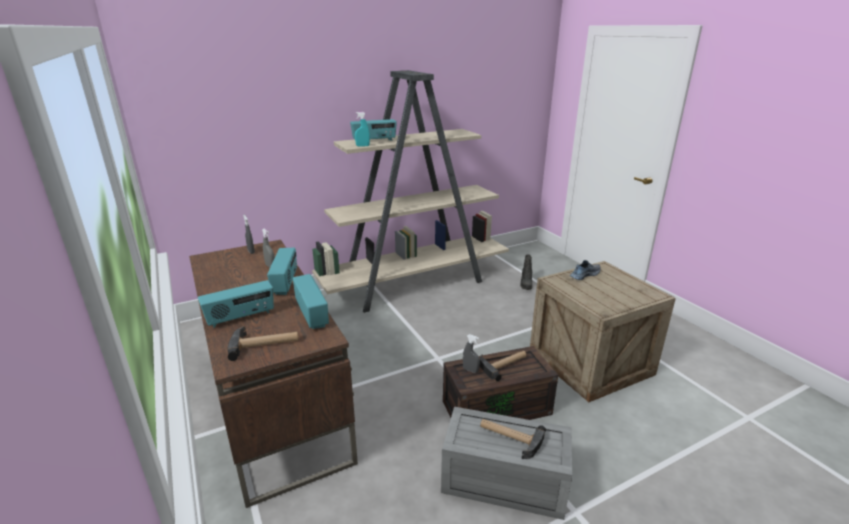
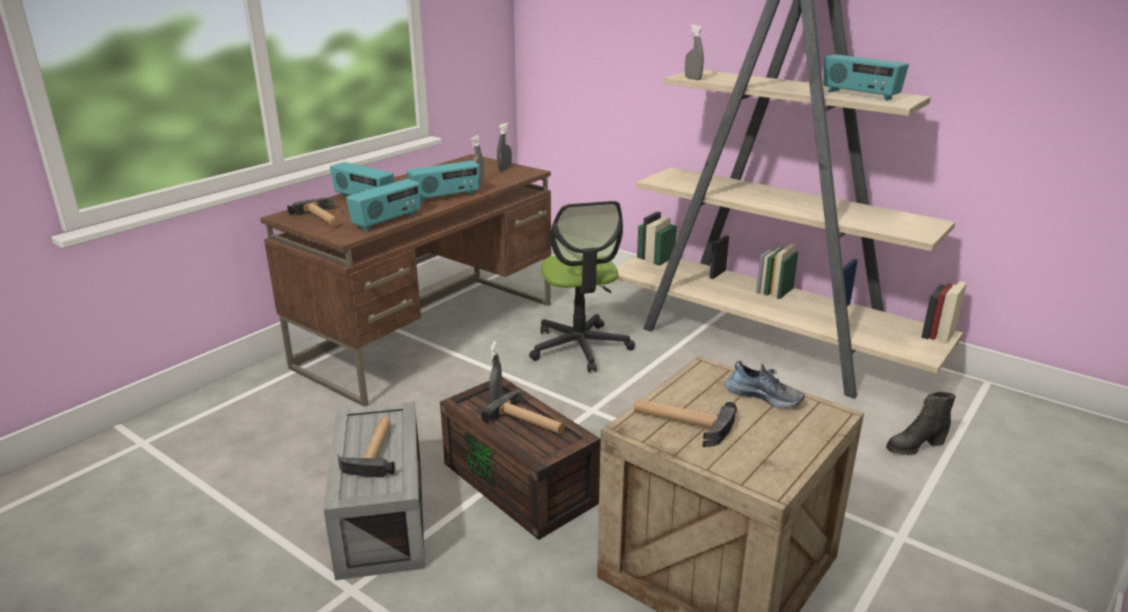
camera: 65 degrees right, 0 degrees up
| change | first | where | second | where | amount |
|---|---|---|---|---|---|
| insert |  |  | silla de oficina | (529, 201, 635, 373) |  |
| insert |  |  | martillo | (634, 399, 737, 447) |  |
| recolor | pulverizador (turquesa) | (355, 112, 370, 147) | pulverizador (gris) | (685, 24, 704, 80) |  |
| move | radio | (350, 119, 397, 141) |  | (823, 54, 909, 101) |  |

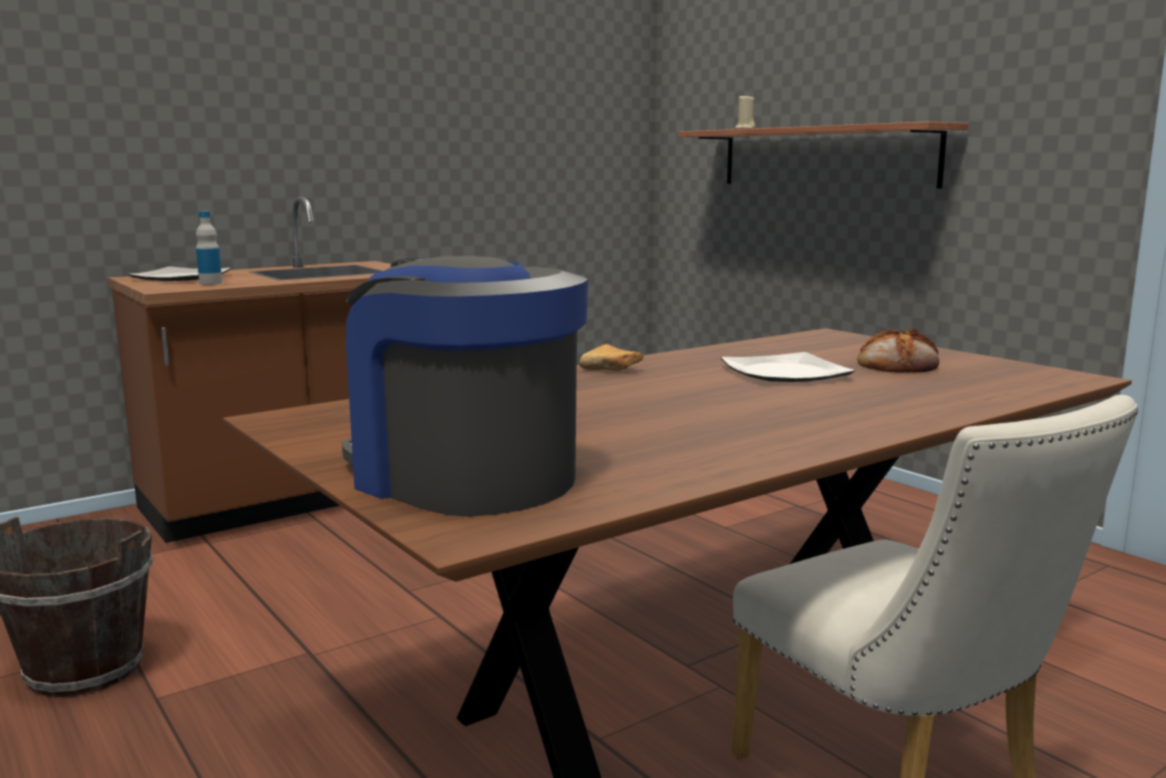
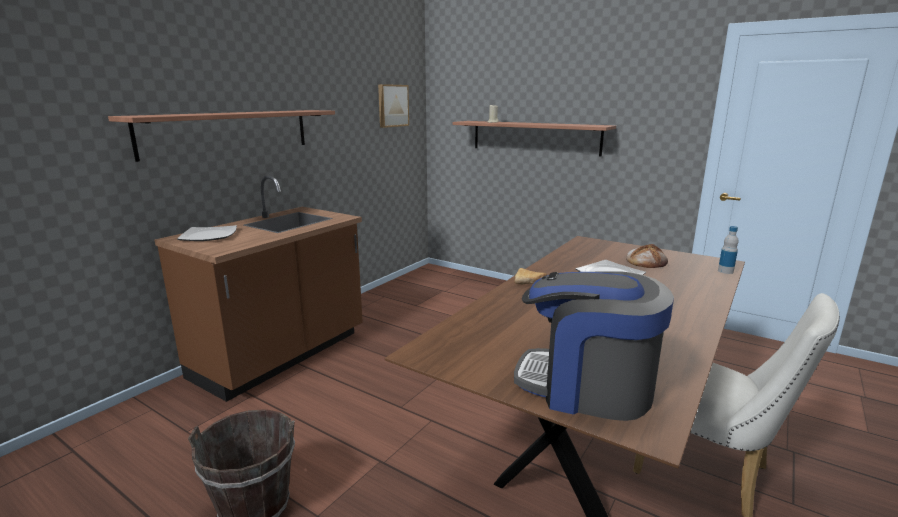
camera: 20 degrees left, 5 degrees up
| change | first | where | second | where | amount |
|---|---|---|---|---|---|
| insert |  |  | estante | (108, 110, 335, 162) |  |
| insert |  |  | cuadro | (378, 84, 409, 128) |  |
| move | botella | (196, 211, 222, 285) |  | (718, 226, 739, 274) |  |

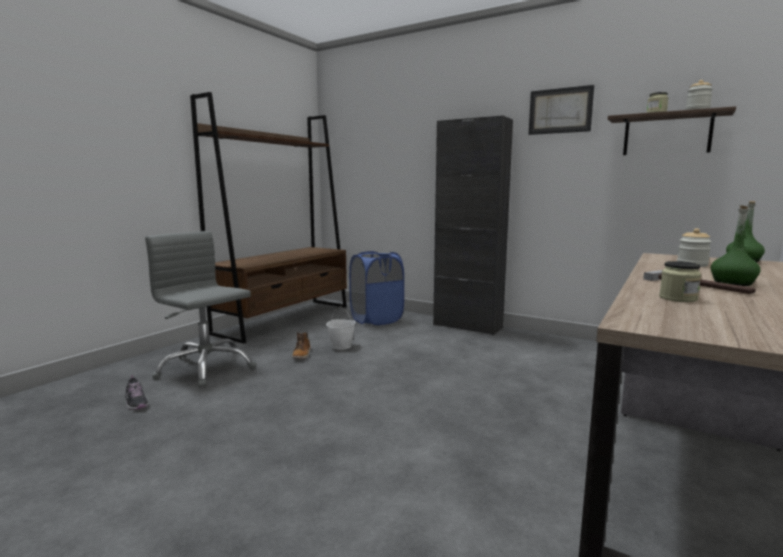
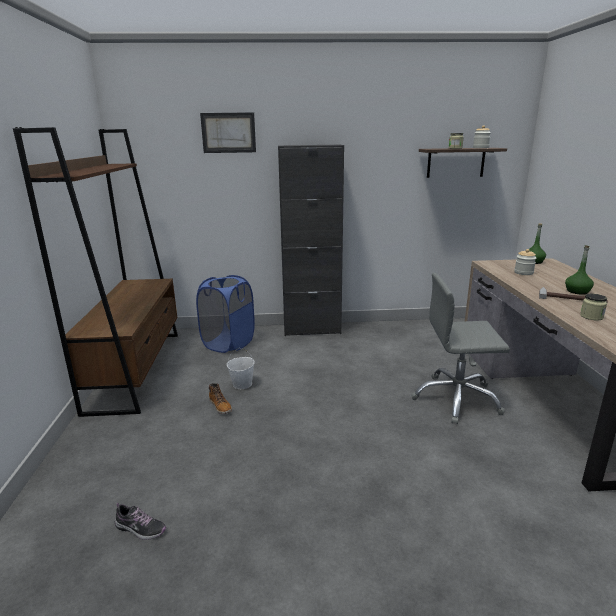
camera: 35 degrees left, 10 degrees up
| change | first | where | second | where | amount |
|---|---|---|---|---|---|
| move | cuadro | (528, 85, 594, 135) |  | (200, 112, 256, 153) |  |
| move | silla de oficina (gris) | (145, 231, 257, 388) |  | (411, 273, 510, 424) |  |

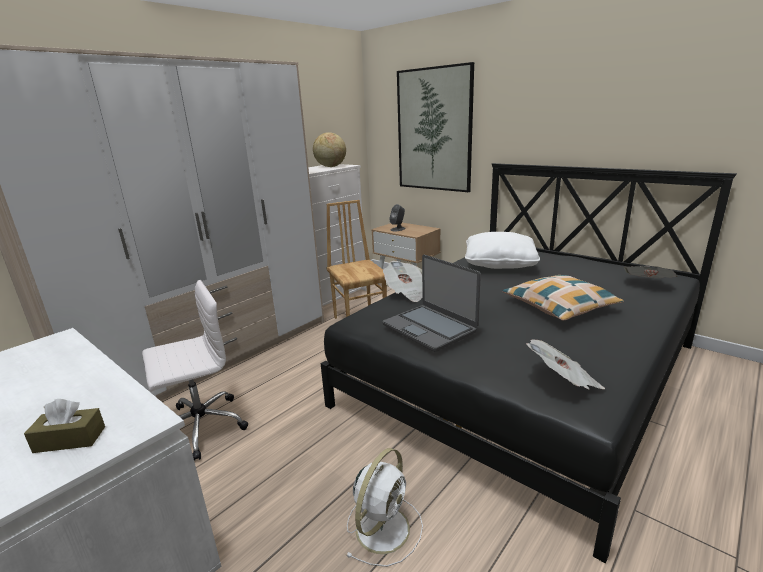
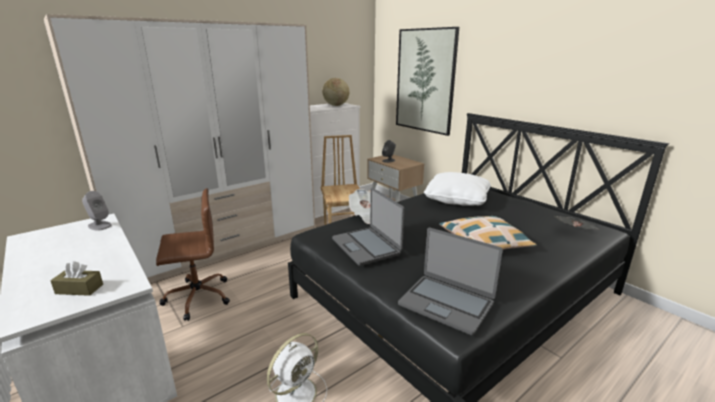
camera: 10 degrees right, 0 degrees up
| change | first | where | second | where | amount |
|---|---|---|---|---|---|
| insert |  |  | altavoz (gris) | (82, 191, 112, 231) |  |
| recolor | silla de oficina (blanco) | (142, 280, 248, 461) | silla de oficina (marrón) | (156, 188, 230, 321) |  |
| replace | periódico | (526, 340, 605, 389) | portátil | (398, 228, 503, 335) |  |

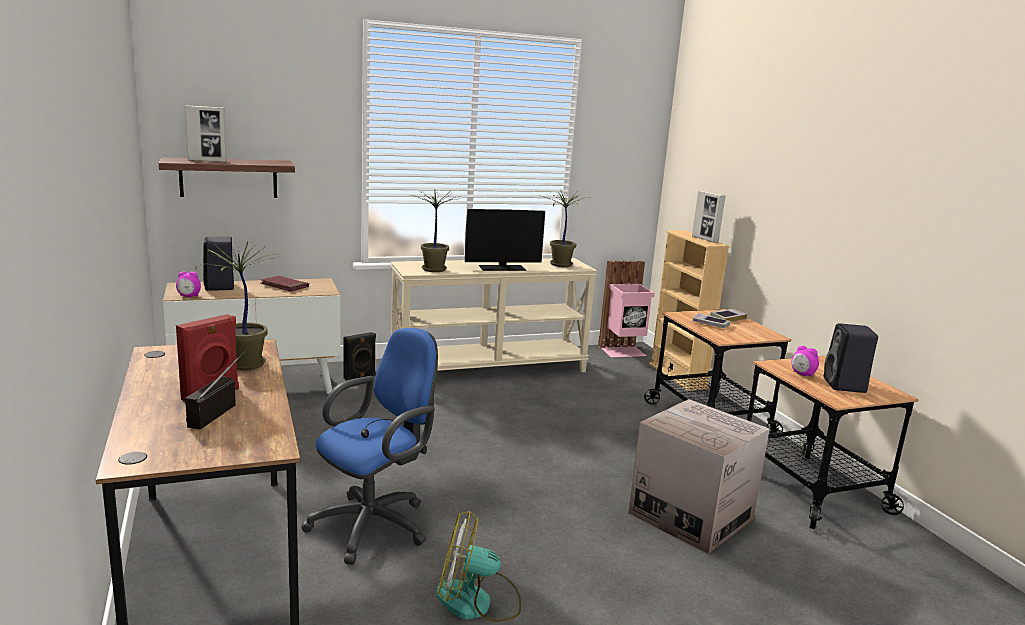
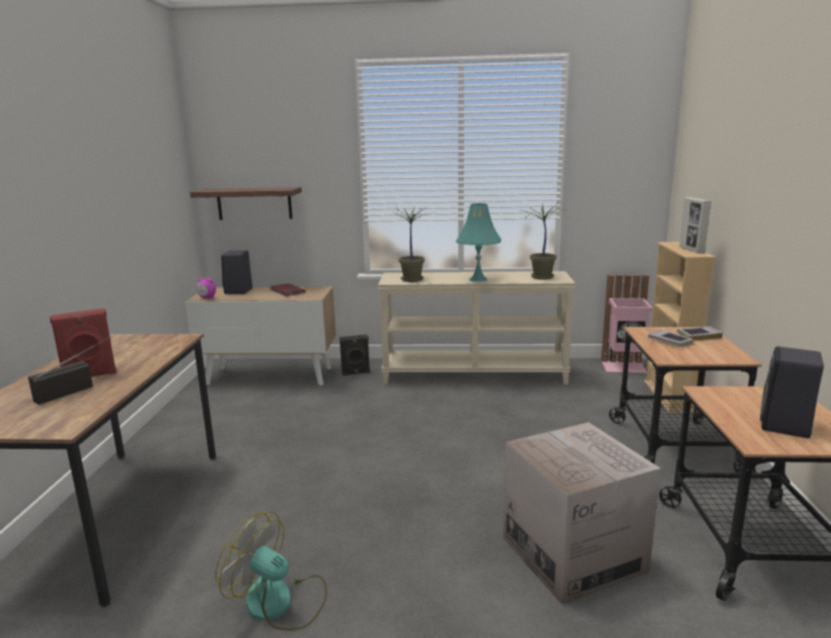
camera: 25 degrees right, 0 degrees up
| change | first | where | second | where | amount |
|---|---|---|---|---|---|
| replace | monitor | (465, 209, 545, 271) | lámpara de mesa (turquesa) | (456, 203, 501, 282) |  |
| delete | portarretratos | (185, 105, 227, 162) |  |  |  |
| delete | planta en maceta | (196, 242, 280, 370) |  |  |  |
| delete | silla de oficina (azul) | (301, 328, 438, 565) |  |  |  |
| delete | despertador | (791, 346, 819, 377) |  |  |  |

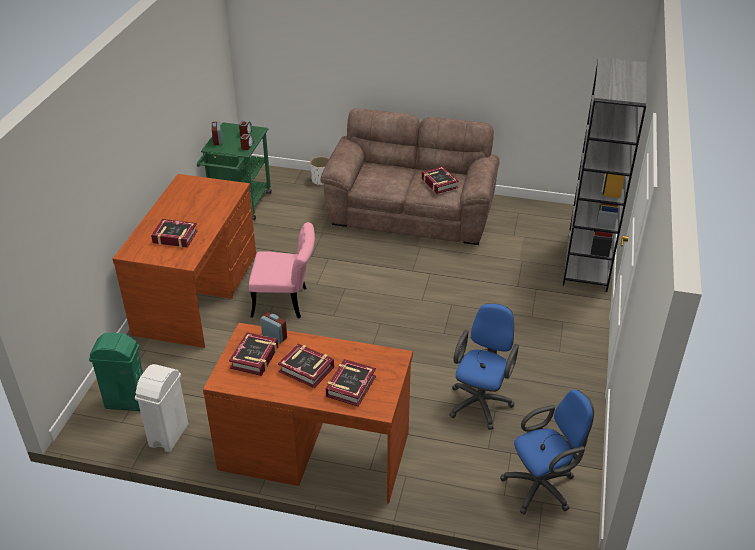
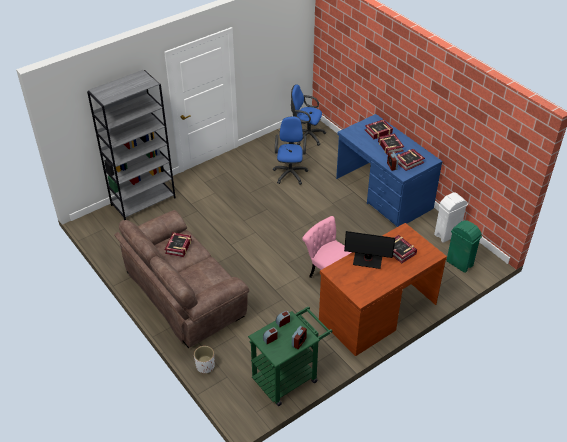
camera: 140 degrees left, 5 degrees up
| change | first | where | second | where | amount |
|---|---|---|---|---|---|
| rotate | silla de oficina (azul) | (449, 303, 519, 430) |  | (273, 116, 308, 185) | 120 degrees clockwise |
| recolor | escritorio (marrón) | (203, 323, 413, 504) | escritorio (azul) | (336, 114, 442, 227) |  |
| insert |  |  | monitor | (344, 231, 395, 269) |  |

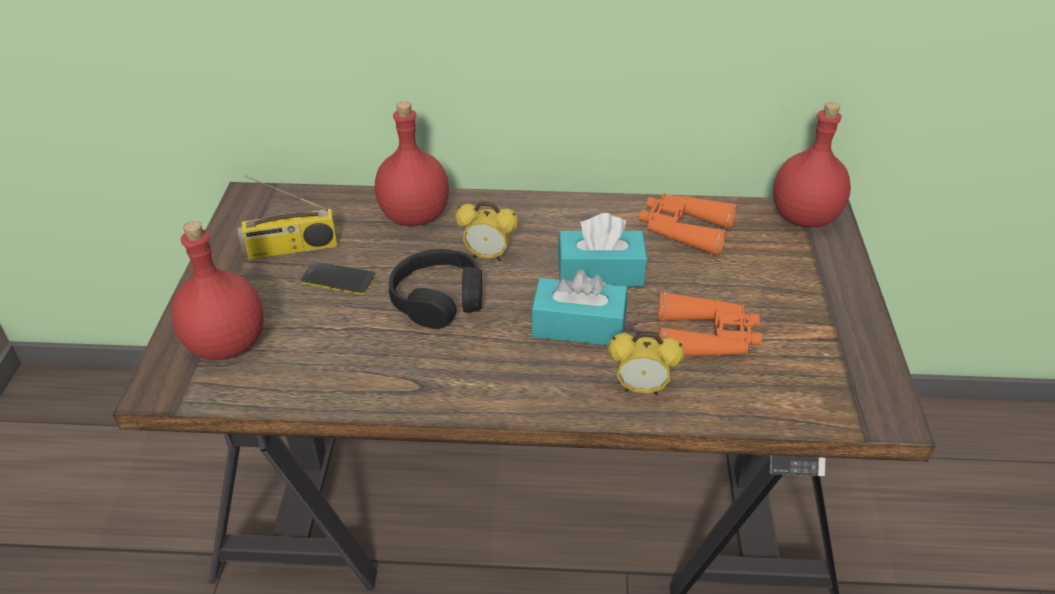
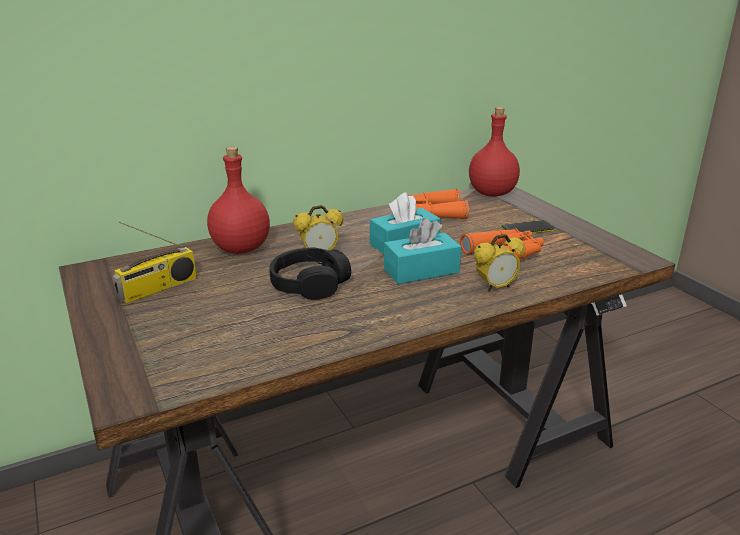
camera: 30 degrees left, 15 degrees down
| change | first | where | second | where | amount |
|---|---|---|---|---|---|
| move | móvil | (301, 261, 376, 295) |  | (502, 220, 555, 233) |  |
| delete | botella (rojo) | (172, 221, 264, 360) |  |  |  |

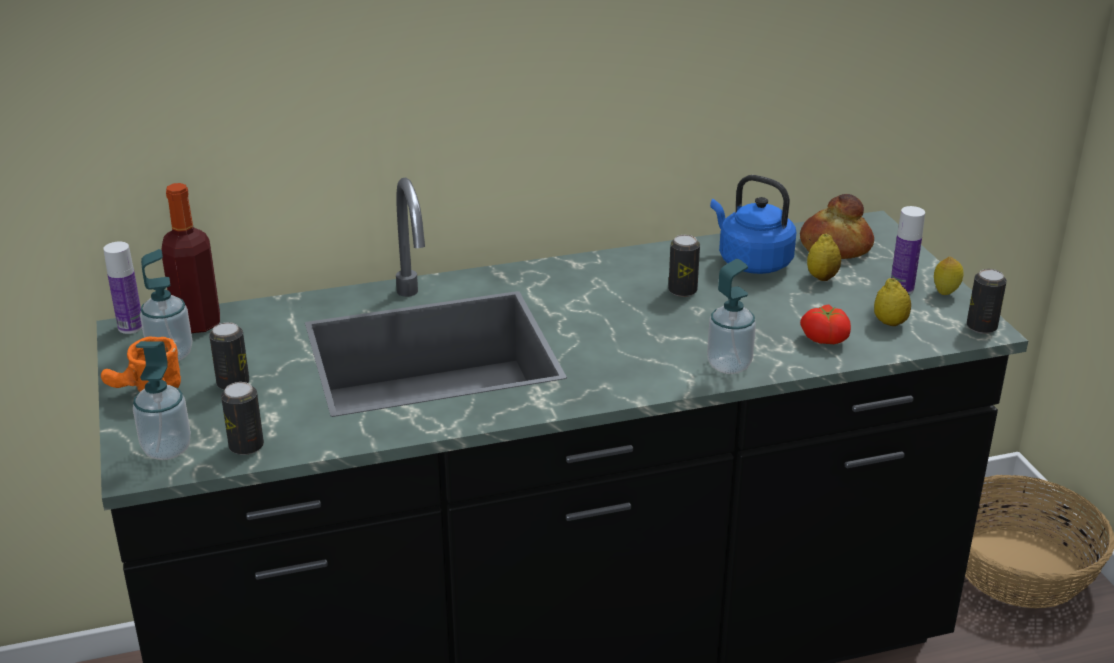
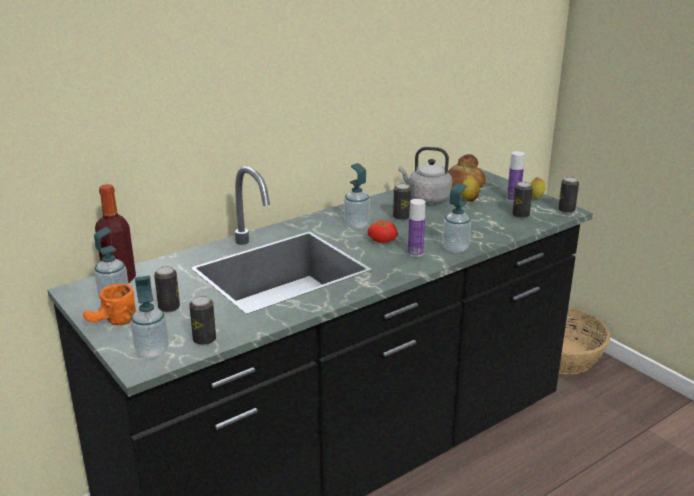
camera: 20 degrees left, 5 degrees down
| change | first | where | second | where | amount |
|---|---|---|---|---|---|
| insert |  |  | dispensador de jabón | (344, 163, 370, 229) |  |
| move | tomate | (800, 304, 851, 344) |  | (367, 220, 398, 243) |  |
| recolor | hervidor (azul) | (710, 175, 796, 274) | hervidor (gris) | (398, 147, 452, 203) |  |
| move | botella | (103, 242, 142, 334) |  | (408, 199, 426, 257) |  |
| replace | limón | (874, 278, 911, 326) | lata | (512, 182, 533, 218) |  |

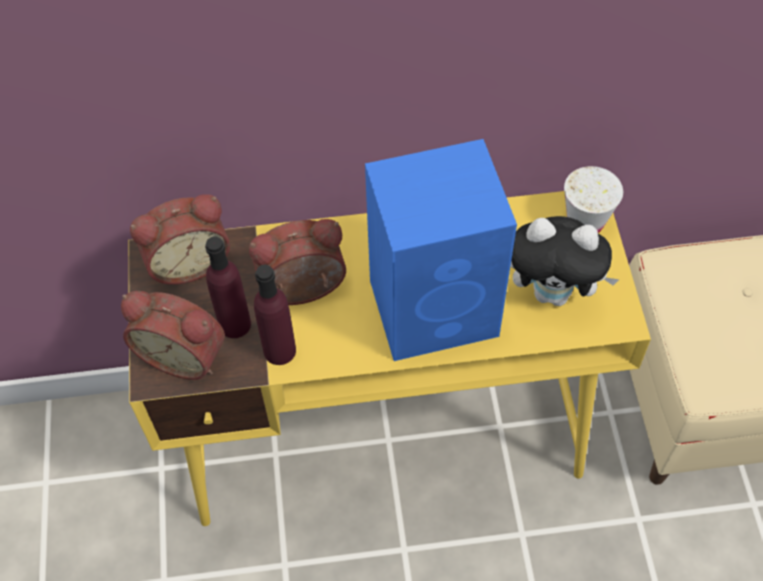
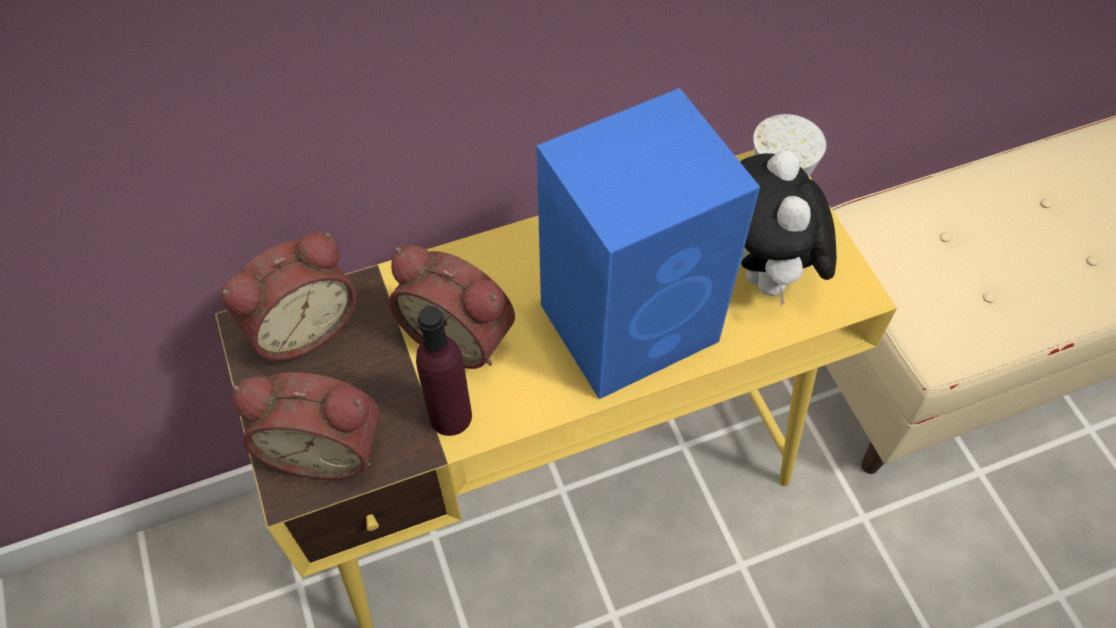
camera: 15 degrees left, 0 degrees up
| change | first | where | second | where | amount |
|---|---|---|---|---|---|
| rotate | despertador | (249, 219, 346, 305) |  | (389, 245, 515, 369) | 120 degrees counterclockwise |
| rotate | peluche | (510, 216, 620, 306) |  | (740, 151, 837, 307) | 90 degrees clockwise |
| delete | botella (morado) | (205, 236, 251, 338) |  |  |  |

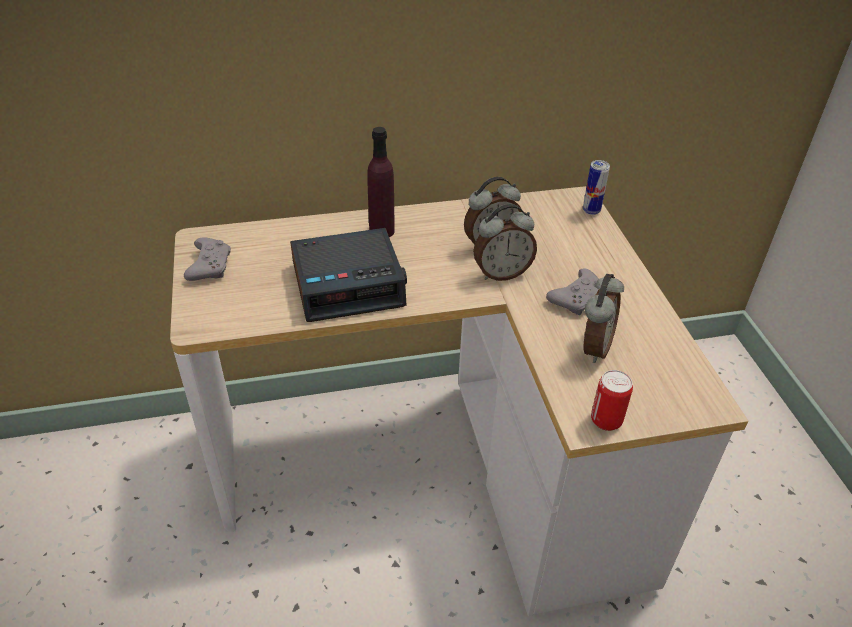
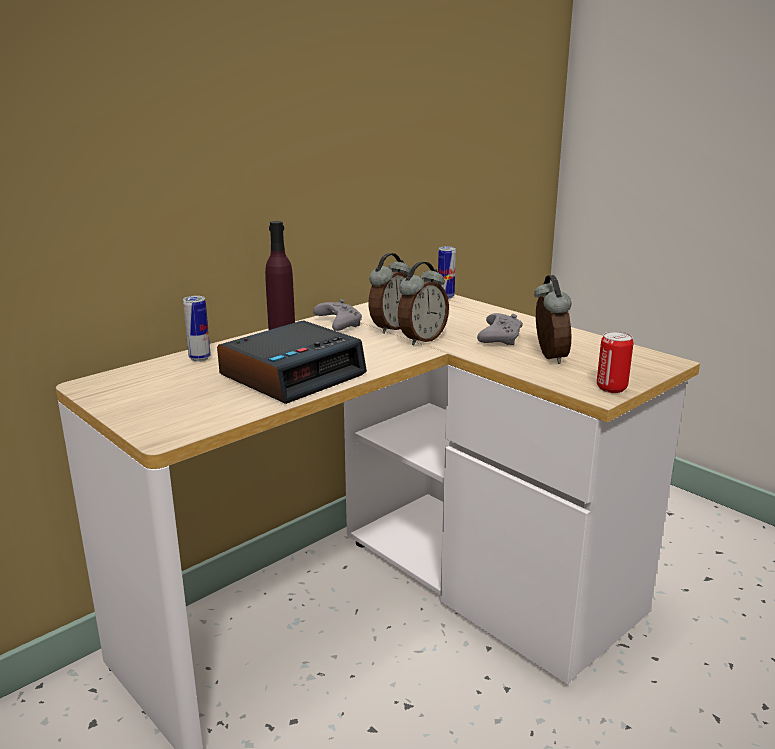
camera: 30 degrees left, 20 degrees down
| change | first | where | second | where | amount |
|---|---|---|---|---|---|
| insert |  |  | lata | (183, 296, 210, 362) |  |
| move | mando de consola (gris) | (184, 237, 231, 281) |  | (313, 299, 362, 331) |  |

